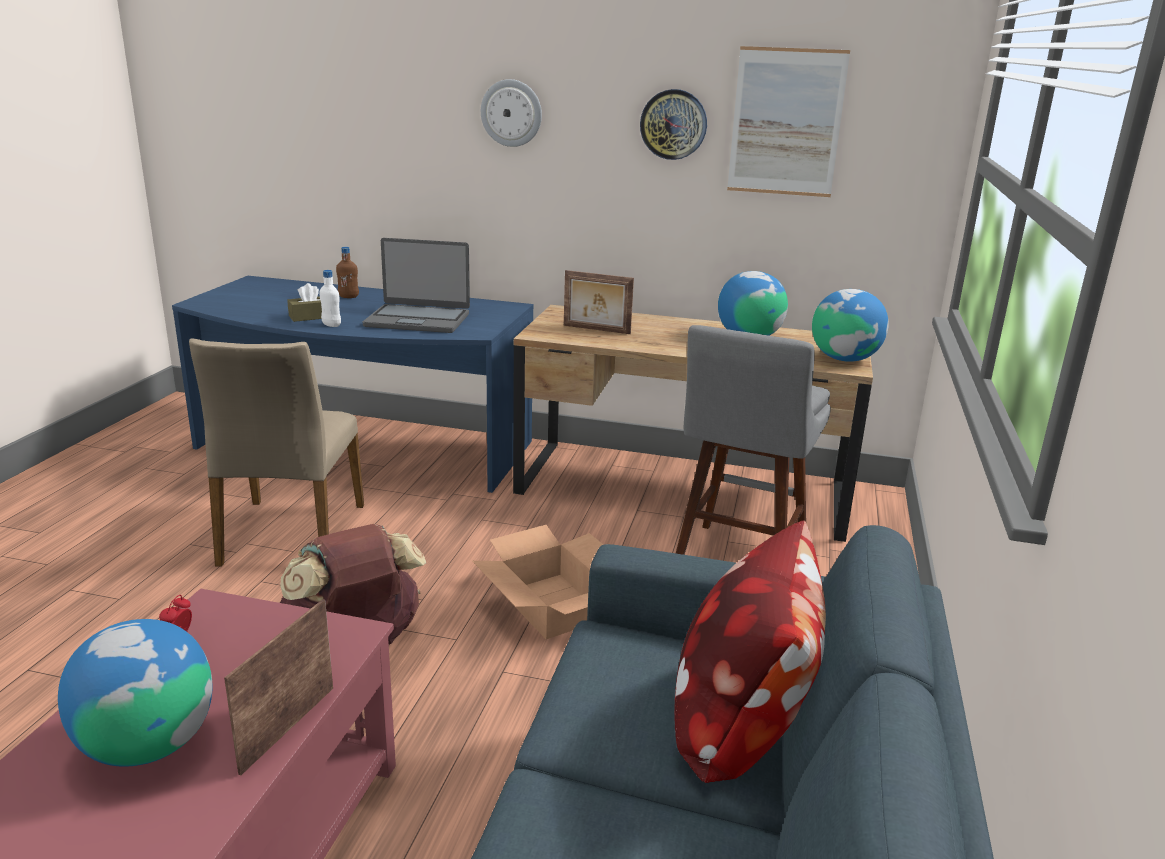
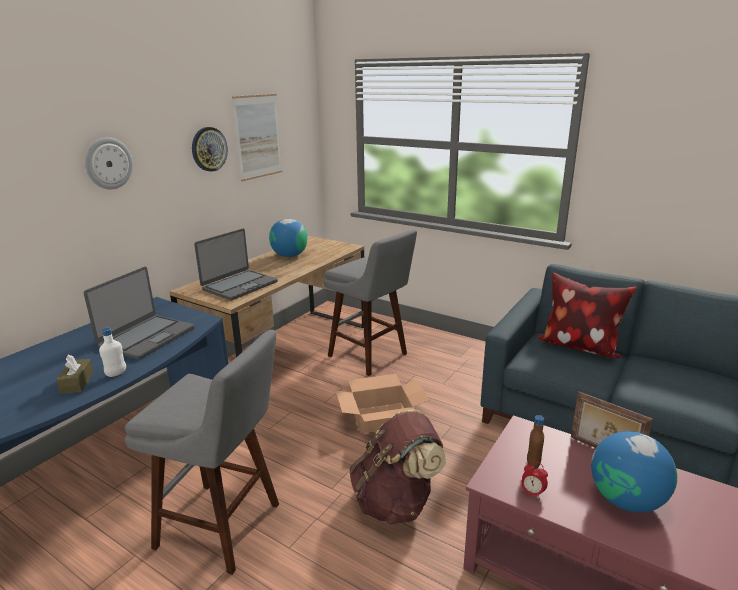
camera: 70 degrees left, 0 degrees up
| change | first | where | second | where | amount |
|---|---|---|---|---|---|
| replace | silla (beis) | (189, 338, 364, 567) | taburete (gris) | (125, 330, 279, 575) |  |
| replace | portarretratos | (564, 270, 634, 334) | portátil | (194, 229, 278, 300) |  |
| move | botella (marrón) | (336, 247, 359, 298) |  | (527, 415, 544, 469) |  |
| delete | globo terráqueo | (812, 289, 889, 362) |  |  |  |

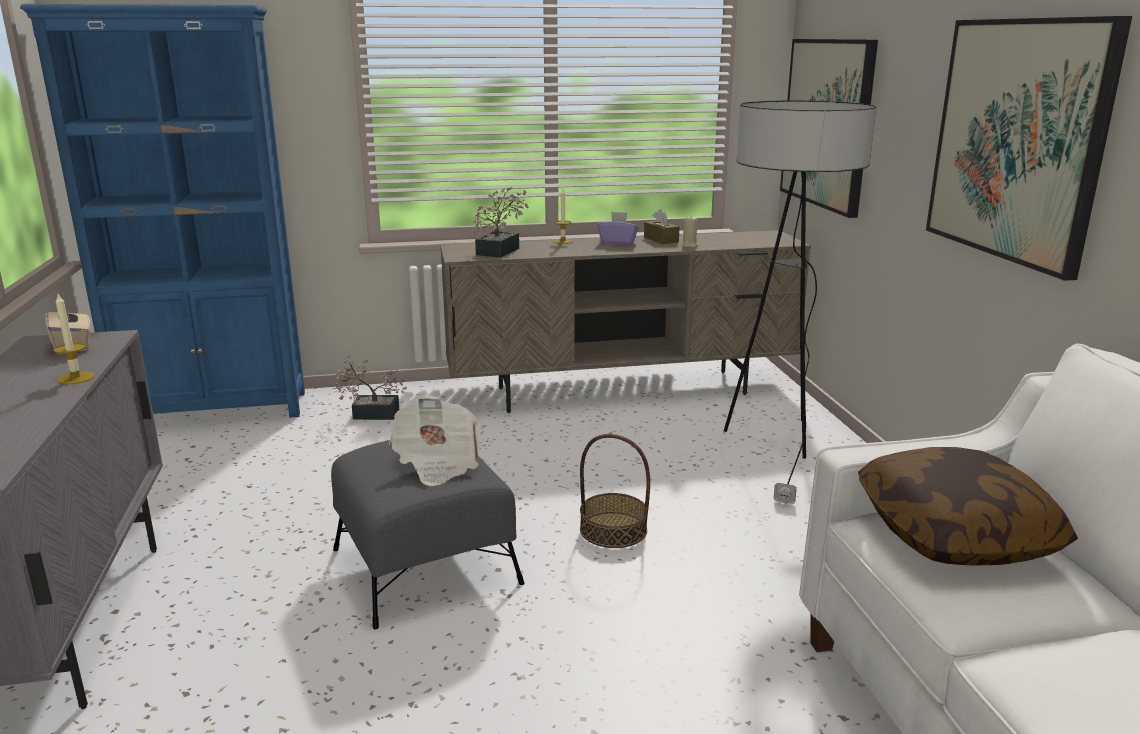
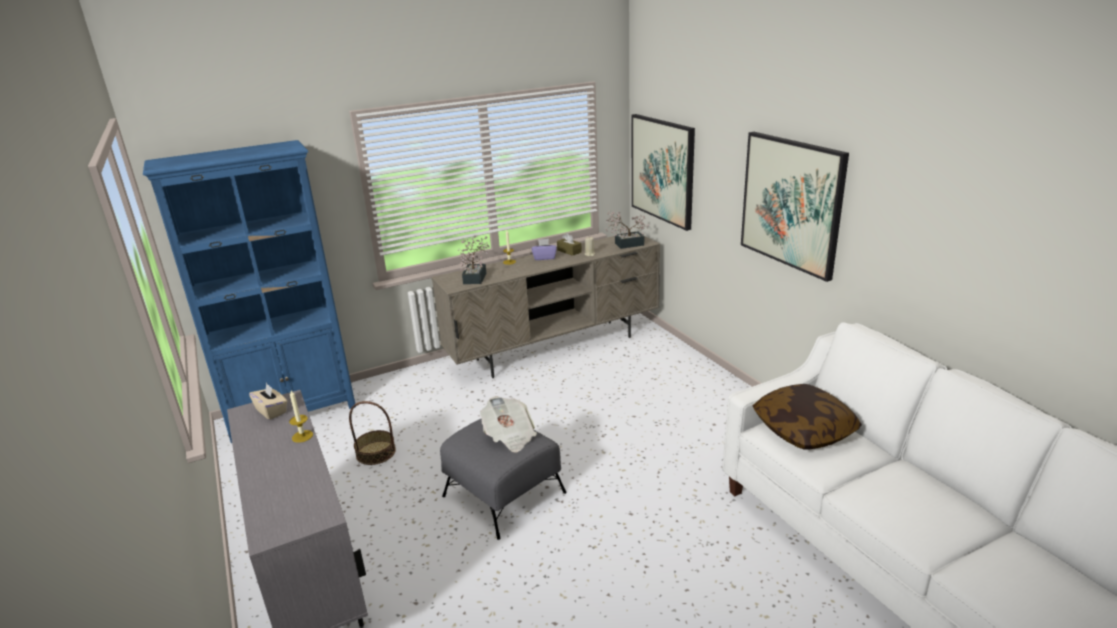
camera: 15 degrees left, 5 degrees up
| change | first | where | second | where | amount |
|---|---|---|---|---|---|
| move | cesta | (580, 434, 650, 548) |  | (349, 401, 396, 465) |  |
| move | planta en maceta | (334, 355, 407, 420) |  | (605, 211, 649, 249) |  |
| delete | lámpara de pie | (724, 101, 876, 504) |  |  |  |

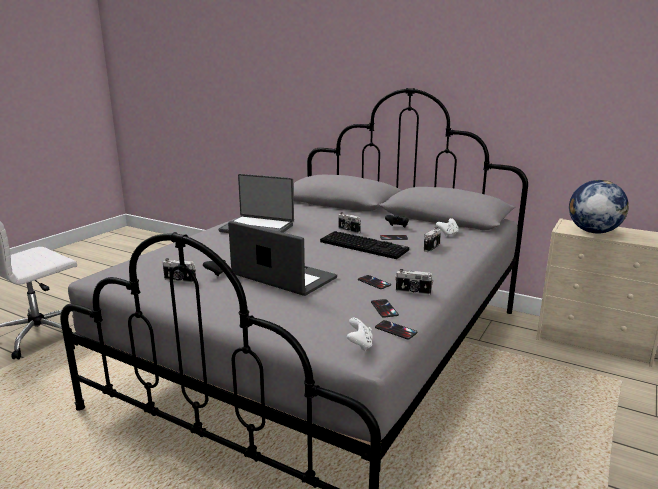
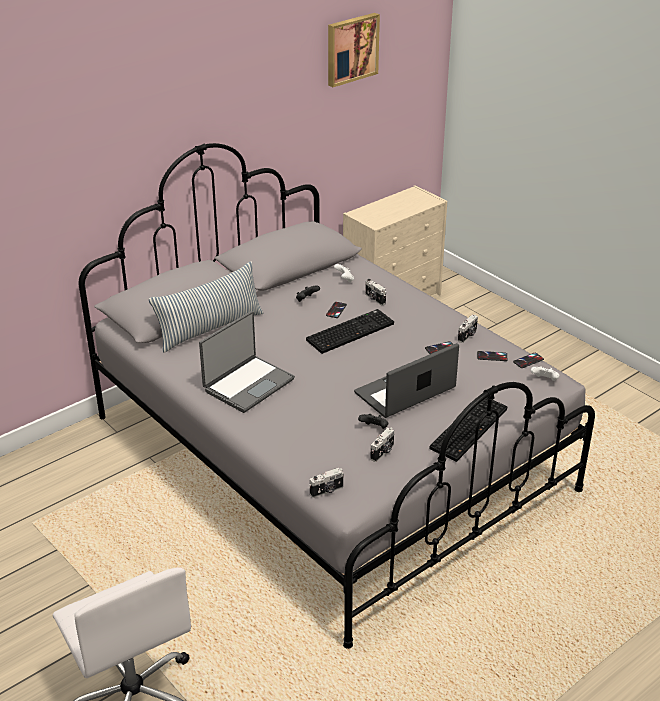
camera: 70 degrees left, 15 degrees up
| change | first | where | second | where | amount |
|---|---|---|---|---|---|
| insert |  |  | cojín | (149, 261, 263, 353) |  |
| move | cámara | (338, 212, 361, 234) |  | (309, 468, 344, 498) |  |
| insert |  |  | cuadro | (328, 13, 380, 87) |  |
| insert |  |  | teclado | (429, 398, 507, 462) |  |
| delete | globo terráqueo | (569, 180, 629, 233) |  |  |  |

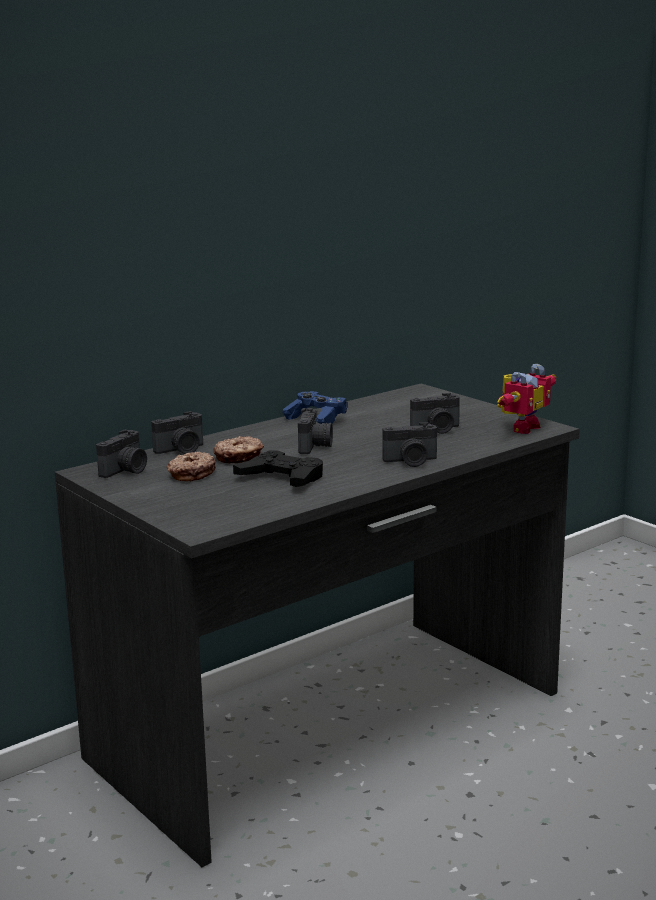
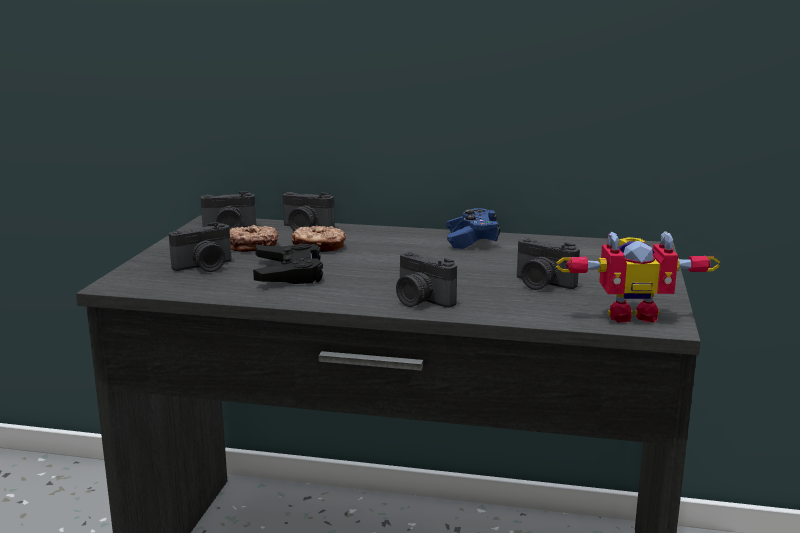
camera: 50 degrees right, 0 degrees up
| change | first | where | second | where | amount |
|---|---|---|---|---|---|
| move | cámara | (298, 408, 333, 454) |  | (169, 222, 232, 272) |  |

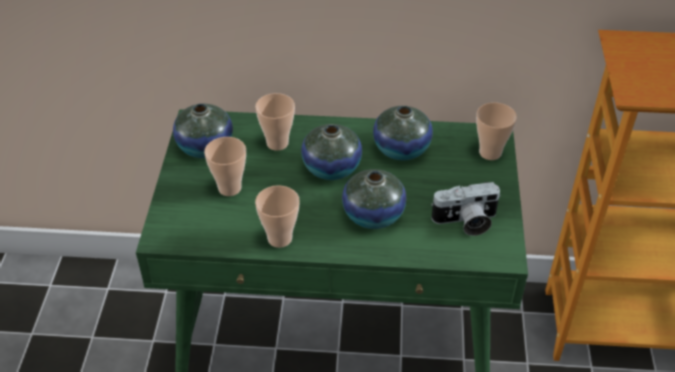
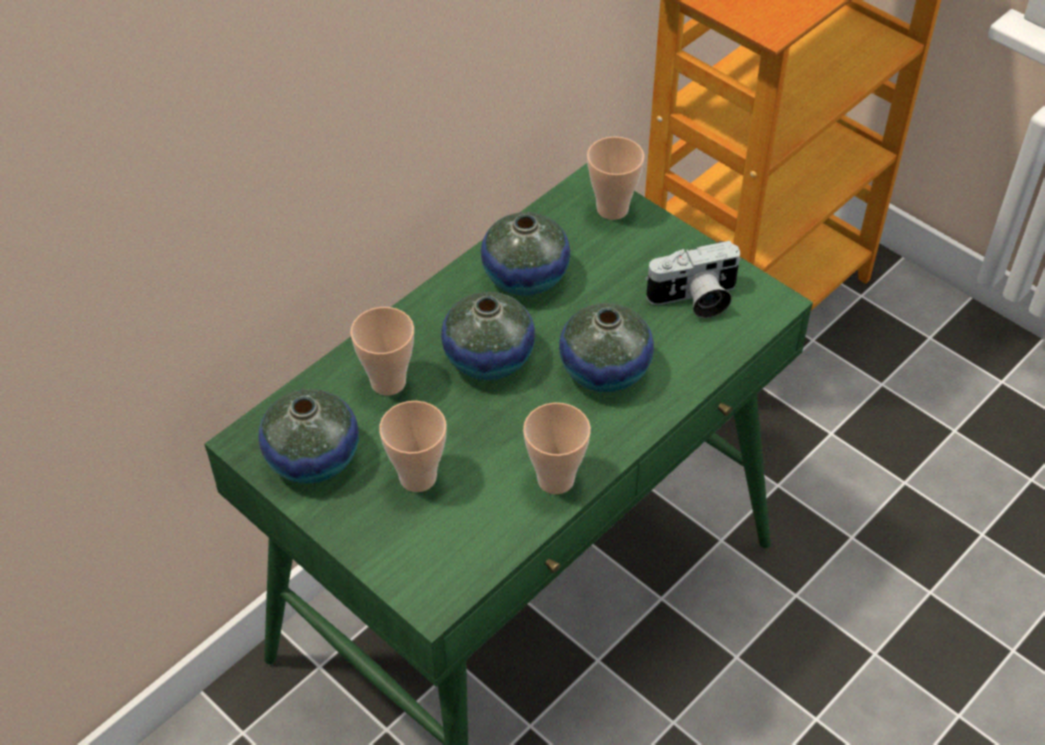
camera: 50 degrees left, 5 degrees up
| change | first | where | second | where | amount |
|---|---|---|---|---|---|
| rotate | cámara | (431, 182, 501, 236) |  | (645, 241, 741, 318) | 45 degrees clockwise |

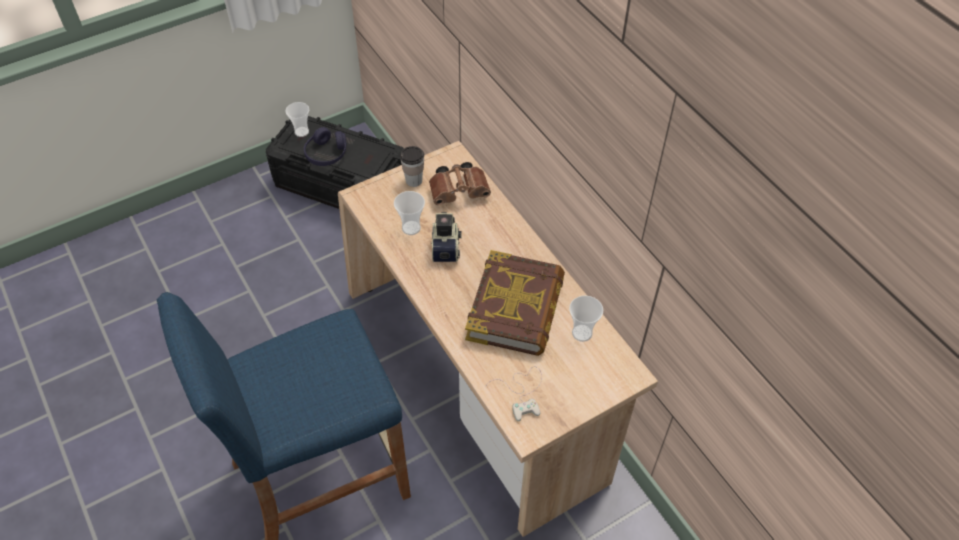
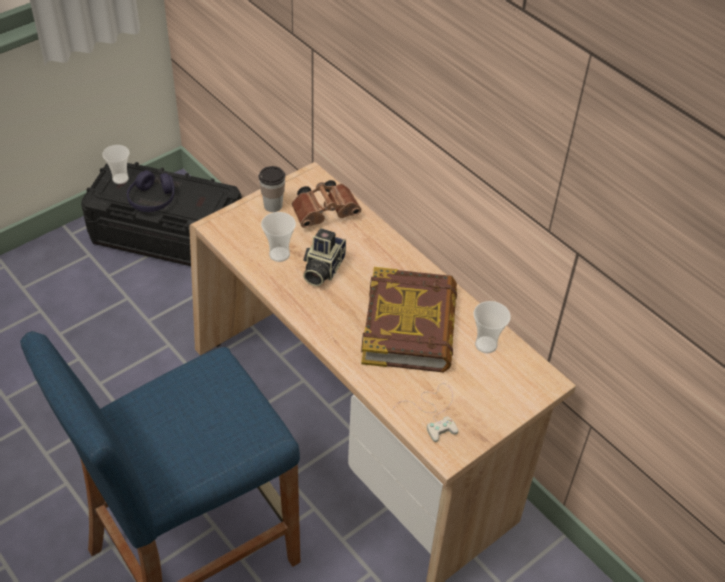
camera: 10 degrees left, 5 degrees down
| change | first | where | second | where | amount |
|---|---|---|---|---|---|
| rotate | cámara | (431, 212, 462, 262) |  | (303, 228, 346, 286) | 150 degrees counterclockwise |

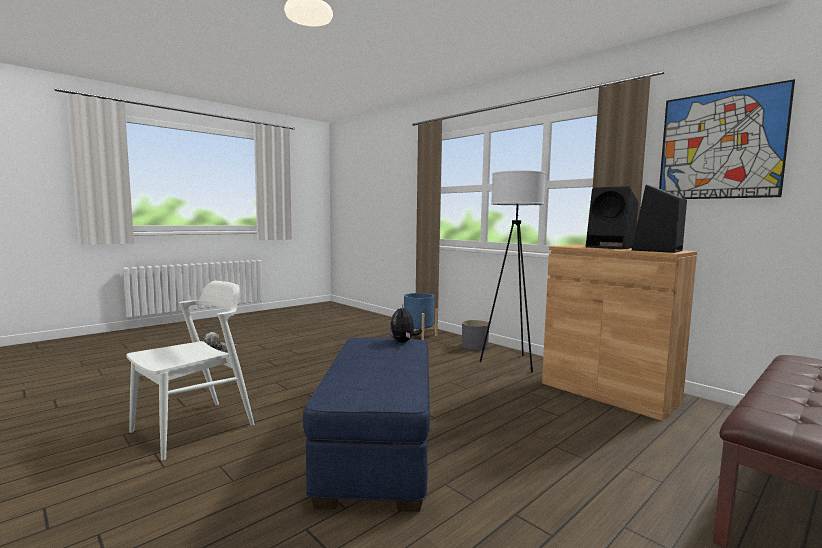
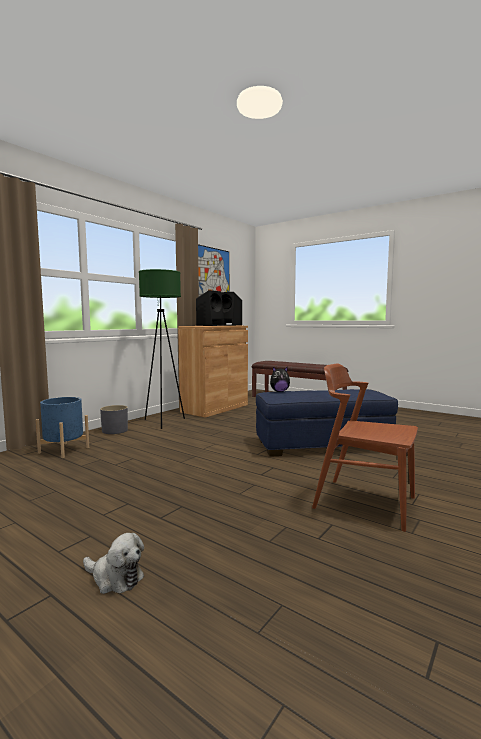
camera: 100 degrees left, 0 degrees up
| change | first | where | second | where | amount |
|---|---|---|---|---|---|
| recolor | lámpara de pie (blanco) | (480, 170, 546, 372) | lámpara de pie (verde) | (139, 269, 185, 429) |  |
| recolor | silla (blanco) | (127, 281, 255, 460) | silla (marrón) | (312, 363, 418, 532) |  |

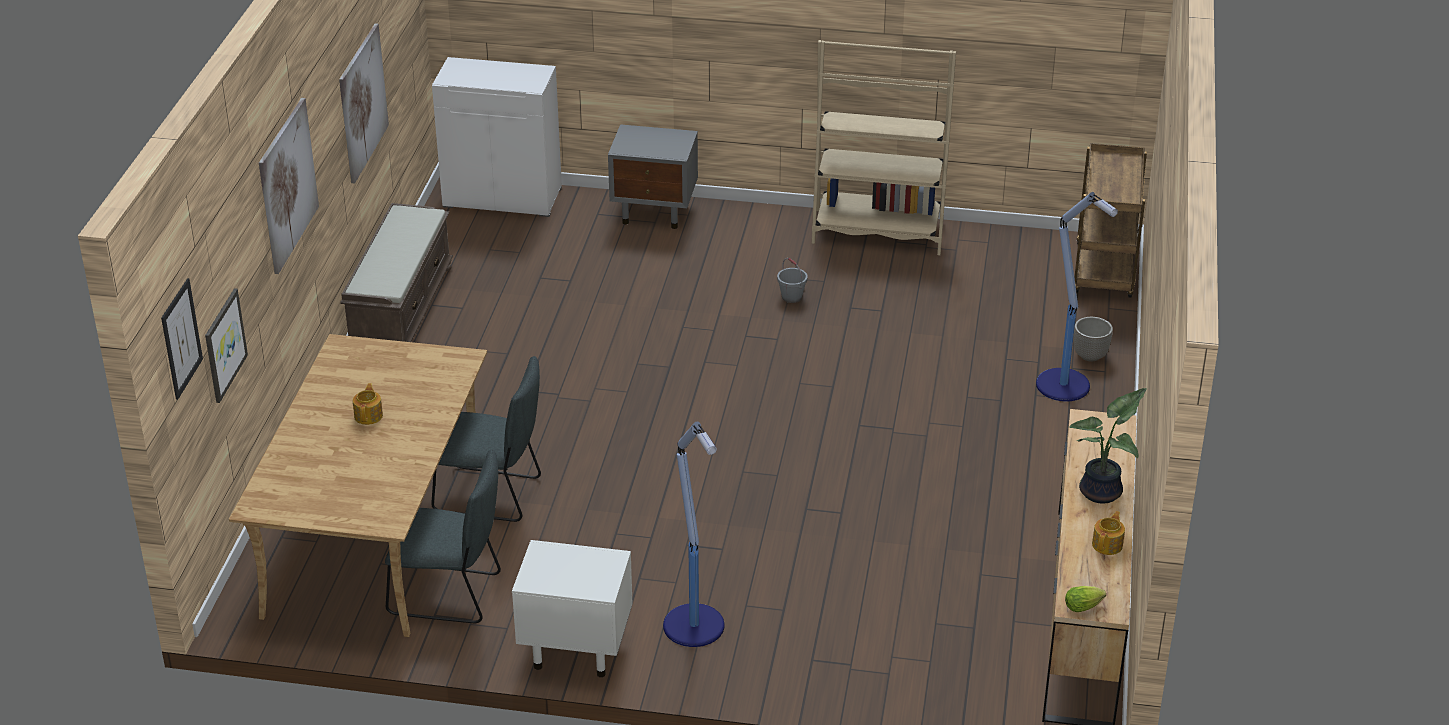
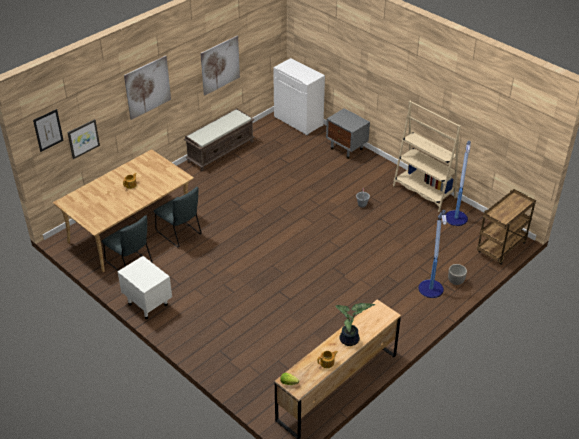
camera: 35 degrees right, 5 degrees up
| change | first | where | second | where | amount |
|---|---|---|---|---|---|
| move | lámpara de pie | (663, 422, 725, 647) |  | (445, 140, 471, 226) |  |

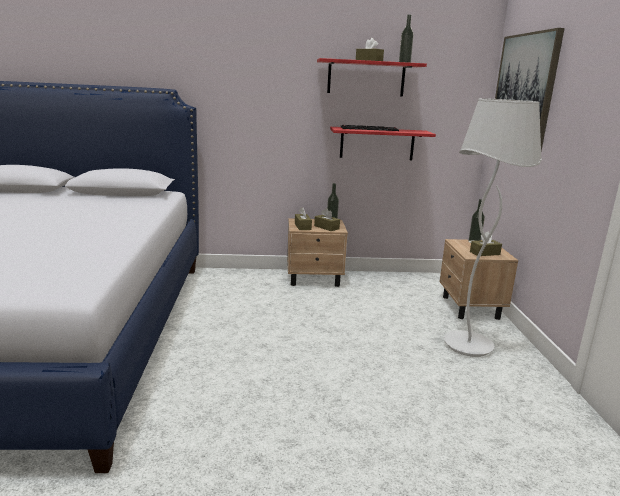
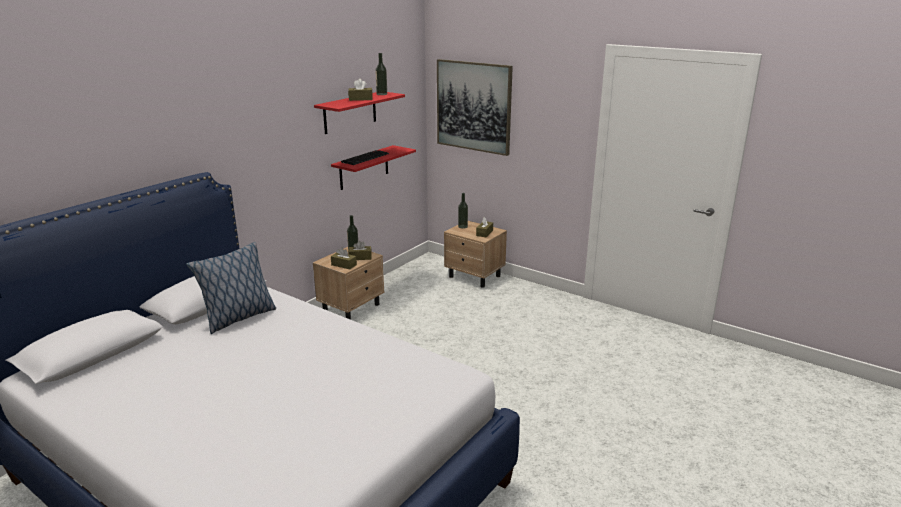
camera: 50 degrees left, 5 degrees up
| change | first | where | second | where | amount |
|---|---|---|---|---|---|
| insert |  |  | cojín | (186, 242, 276, 334) |  |
| delete | lámpara de pie (blanco) | (444, 98, 542, 357) |  |  |  |

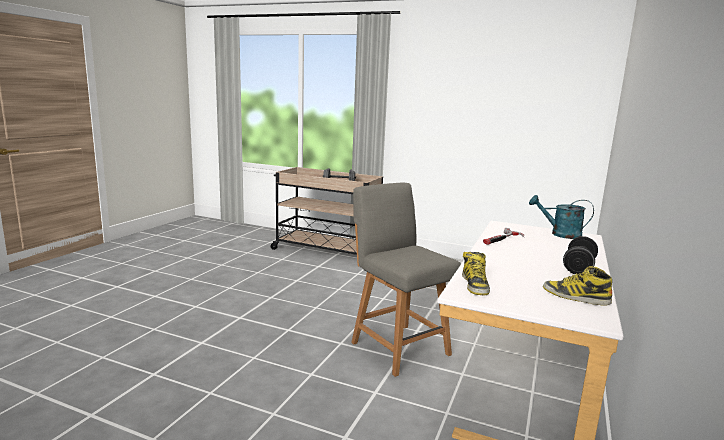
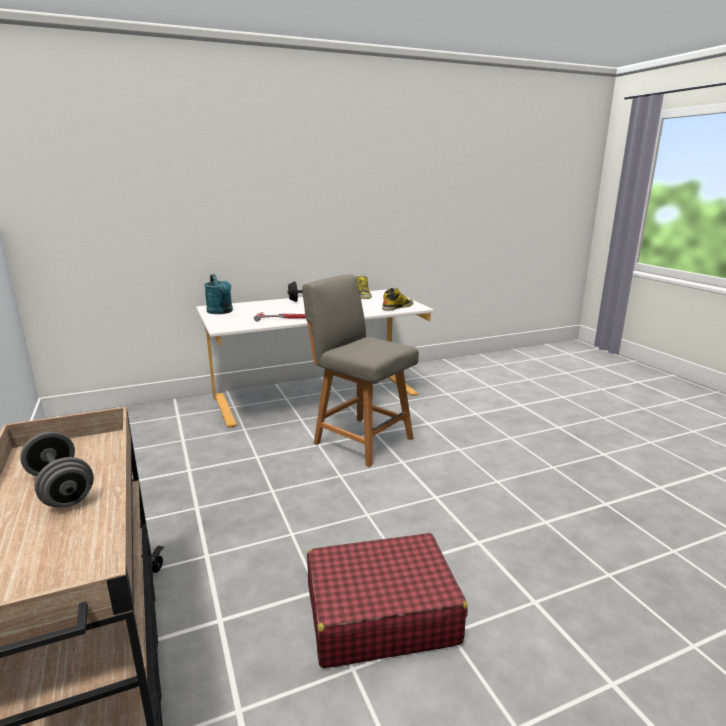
camera: 135 degrees left, 5 degrees up
| change | first | where | second | where | amount |
|---|---|---|---|---|---|
| rotate | silla (gris) | (351, 183, 461, 377) |  | (302, 274, 419, 467) | 120 degrees clockwise |
| insert |  |  | maleta (rojo) | (307, 533, 467, 668) |  |

